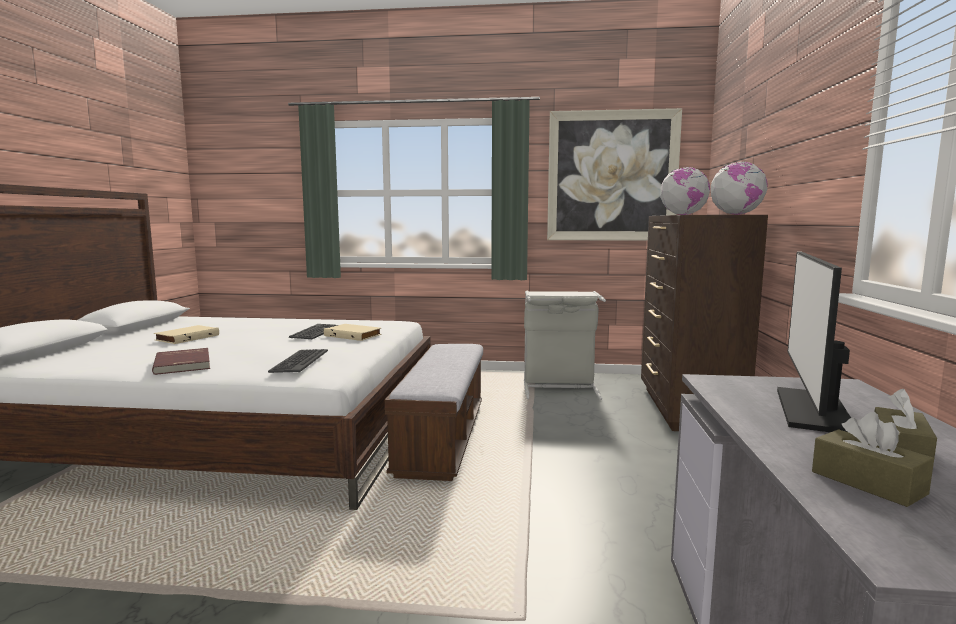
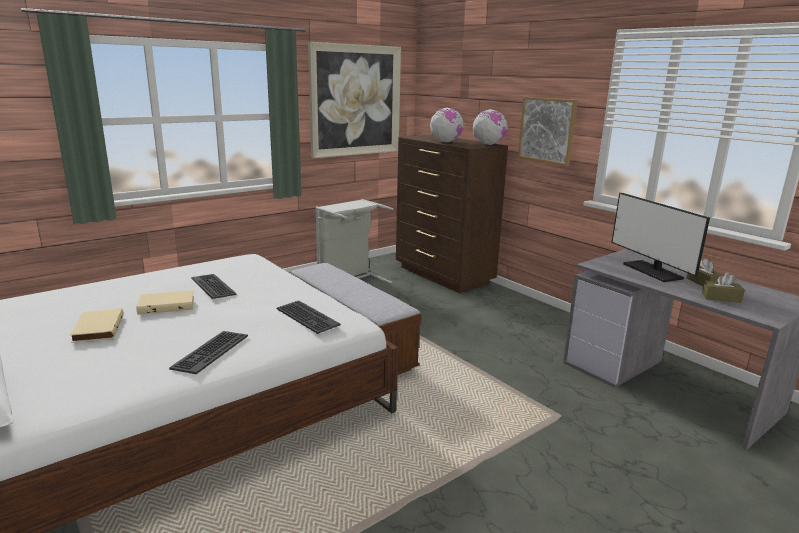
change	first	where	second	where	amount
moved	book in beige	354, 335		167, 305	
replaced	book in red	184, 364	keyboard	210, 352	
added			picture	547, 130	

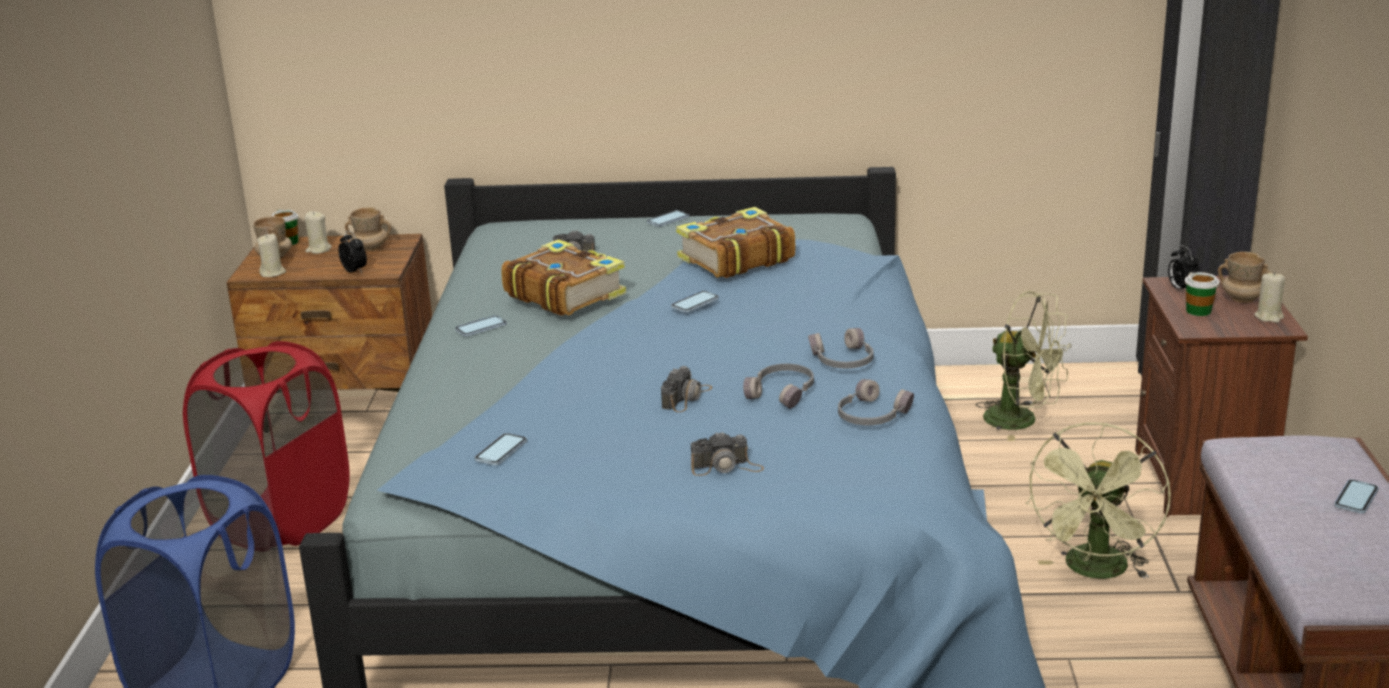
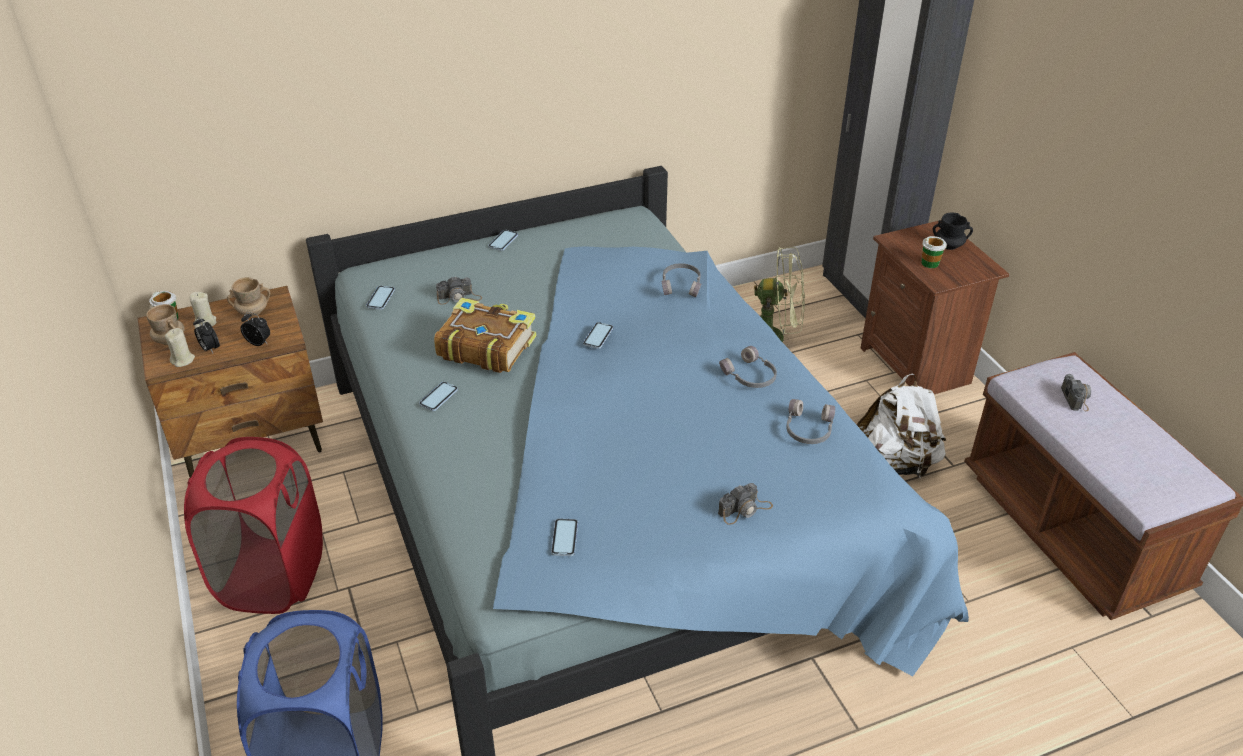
change	first	where	second	where	amount
removed	book	734, 259			
moved	alarm clock	1181, 289		210, 348	
recoloured	mug in beige	1242, 299	mug in black	949, 245	
removed	candle in beige	1269, 317			
moved	headphones in grey	783, 392		681, 285	
moved	photo camera	687, 397		1075, 396	
replaced	fan in green	1095, 571	backpack in white	895, 462	
moved	phone	1356, 498		381, 298	

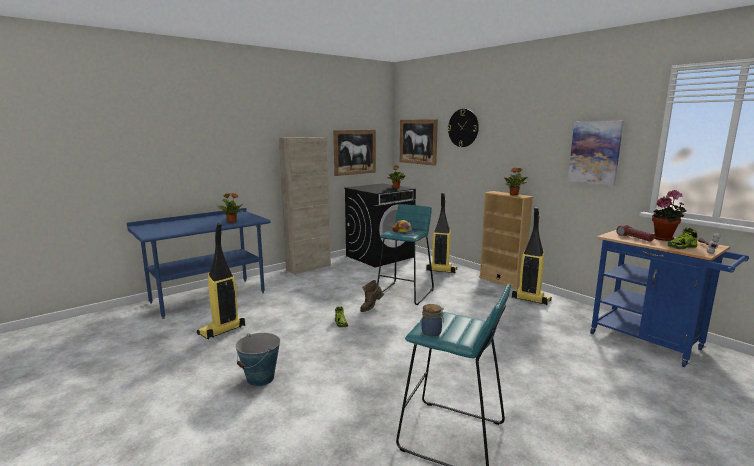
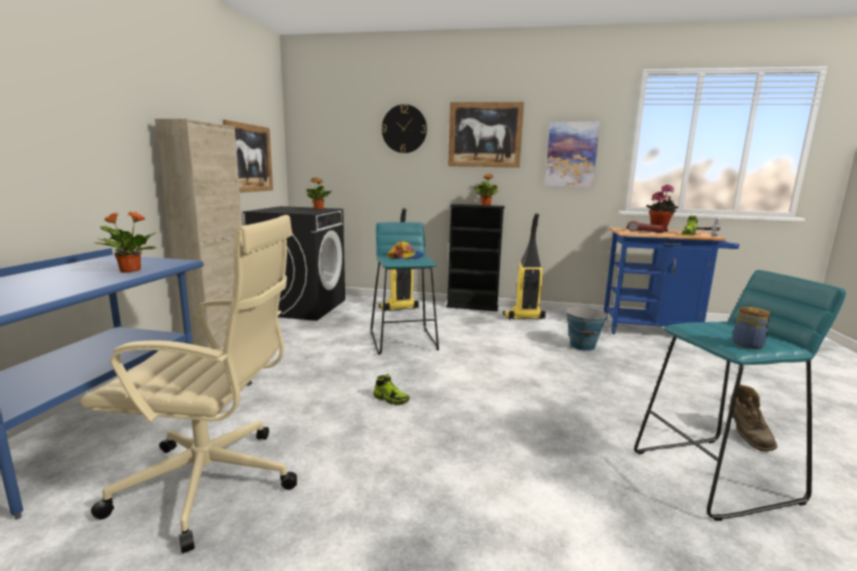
change	first	where	second	where	amount
moved	picture	418, 141		485, 135	
recoloured	bookcase in beige	501, 281	bookcase in black	472, 307	
replaced	vacuum cleaner	222, 331	office chair in beige	213, 484	
moved	boot in brown	371, 308		746, 436	
moved	bucket	260, 378		582, 346	

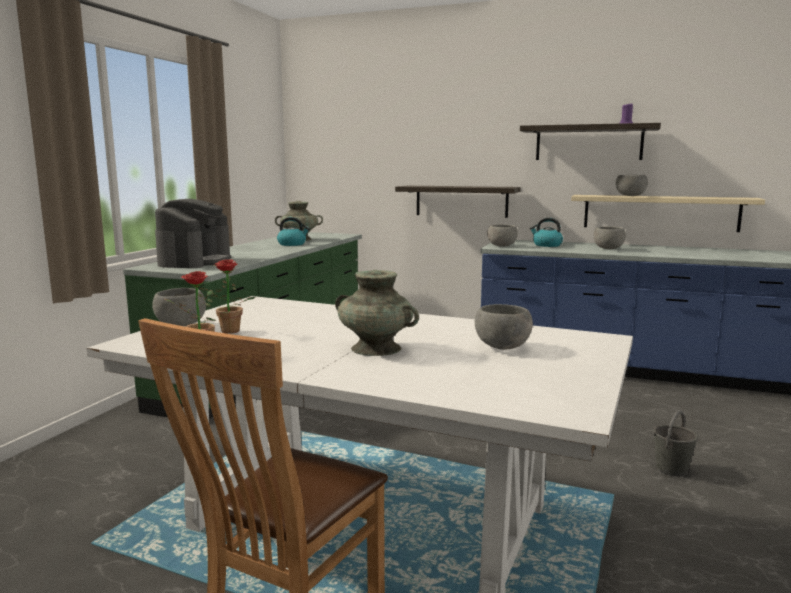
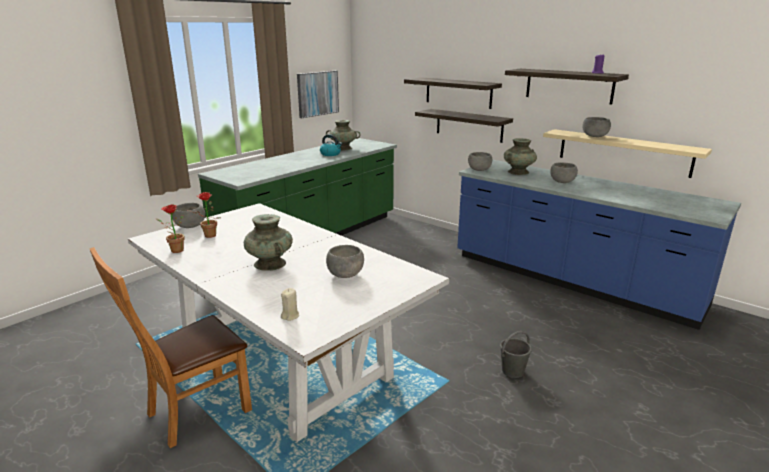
change	first	where	second	where	amount
removed	coffee machine	195, 261			
replaced	kettle	546, 245	vase in turquoise	518, 172	
added			picture	317, 93	
added			shelf	458, 92	
added			candle in beige	290, 316	

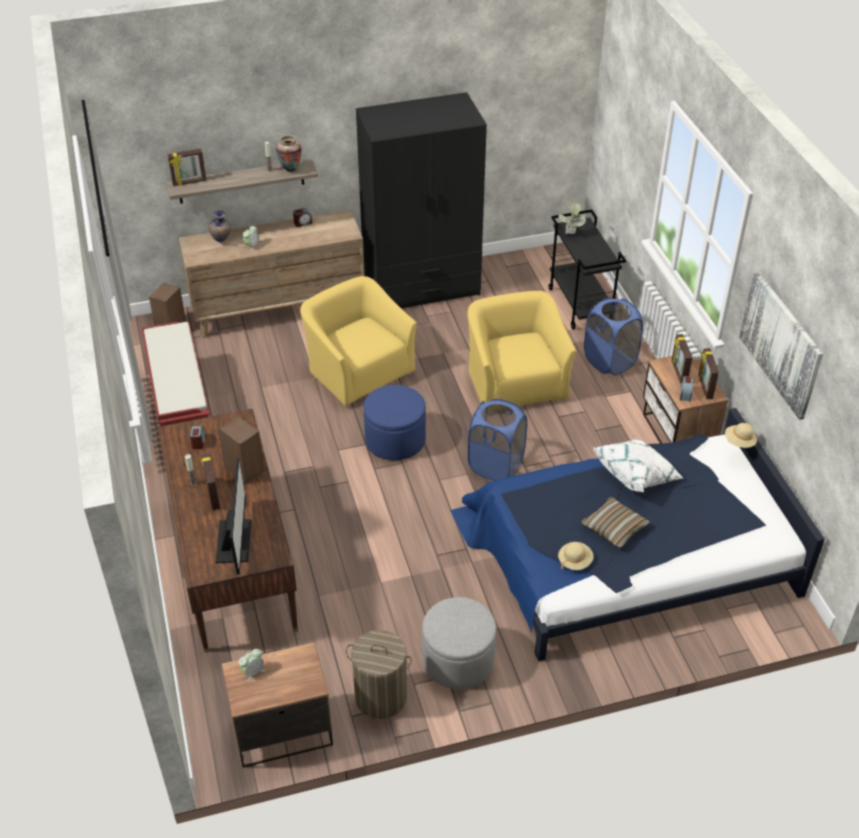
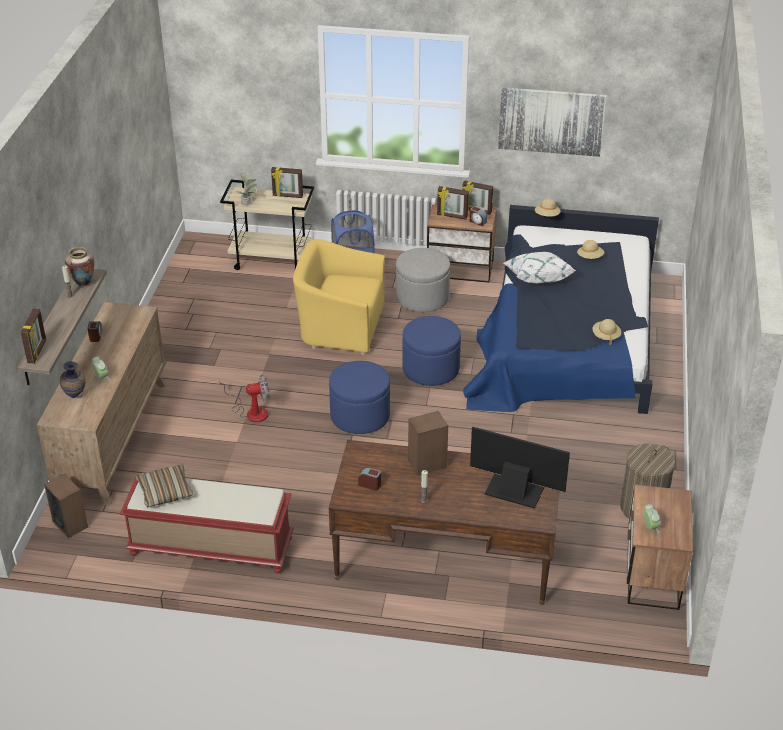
change	first	where	second	where	amount
removed	wardrobe in black	422, 287			
recoloured	cart in black	581, 305	cart in beige	273, 261	
replaced	armchair in yellow	358, 371	fan	251, 411	
replaced	laundry basket in blue	496, 465	ottoman in blue	430, 369	
moved	picture frame	212, 496		287, 196	
moved	pillow	614, 528		165, 491	
moved	ottoman in grey	458, 660		422, 297	
added			hat in beige	590, 257	

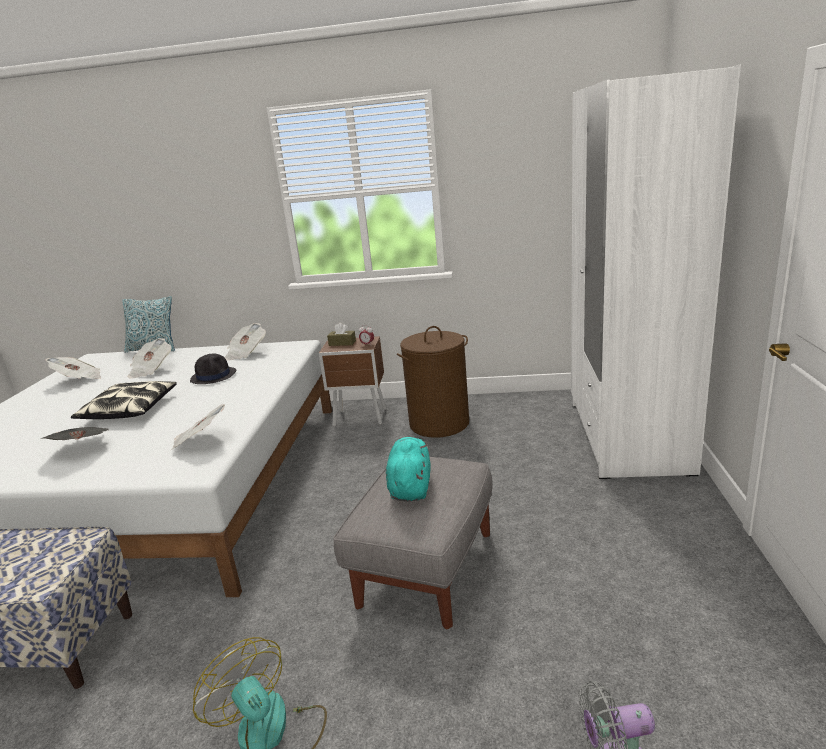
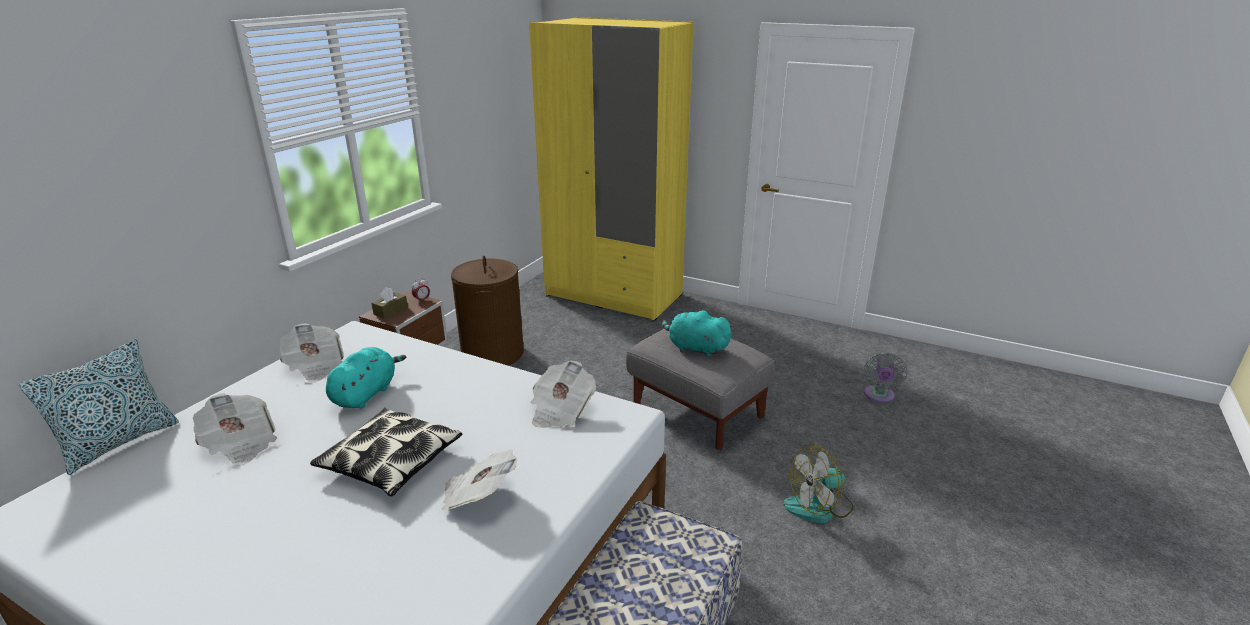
change	first	where	second	where	amount
recoloured	wardrobe in white	627, 436	wardrobe in yellow	614, 295	
replaced	hat in black	214, 376	plush toy in turquoise	366, 394	
removed	newspaper	79, 379			

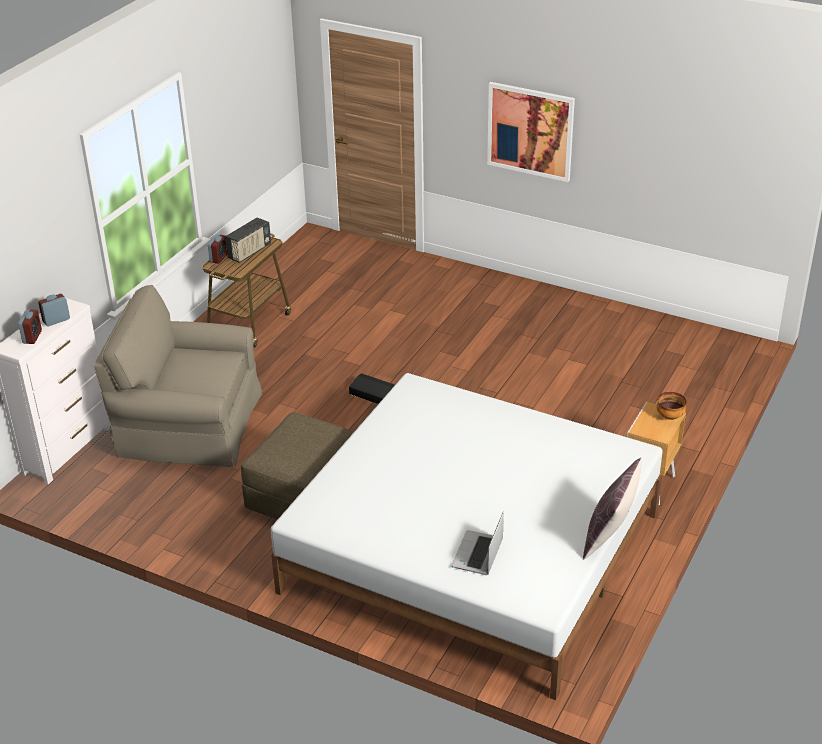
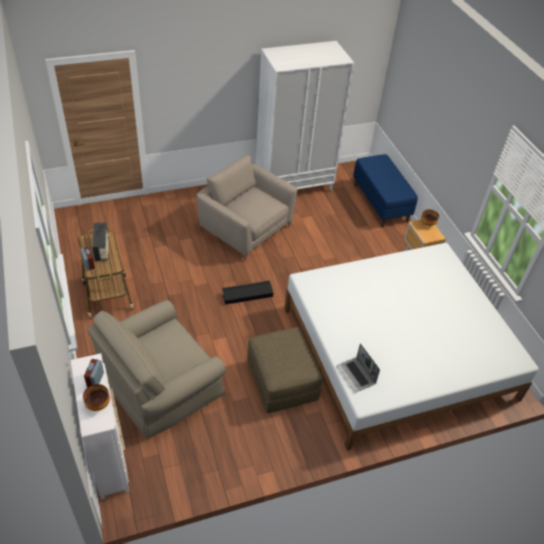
change	first	where	second	where	amount
removed	picture	530, 131			
replaced	alarm clock	32, 337	bowl	97, 404	
removed	pillow in brown	609, 536			
moved	laptop	478, 554		356, 375	
added			wardrobe in white	294, 184	
added			bench in blue	381, 203	
added			armchair in beige	245, 228	

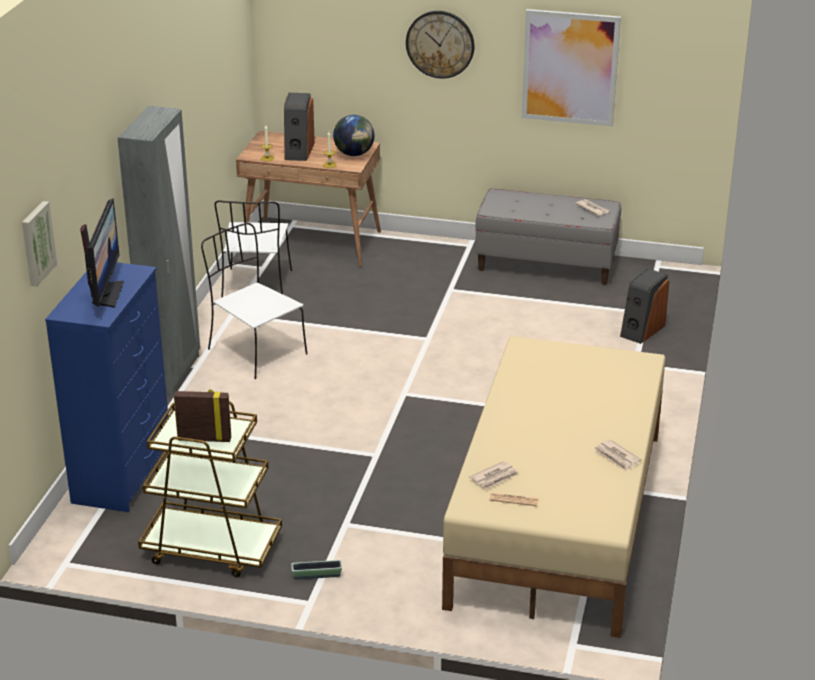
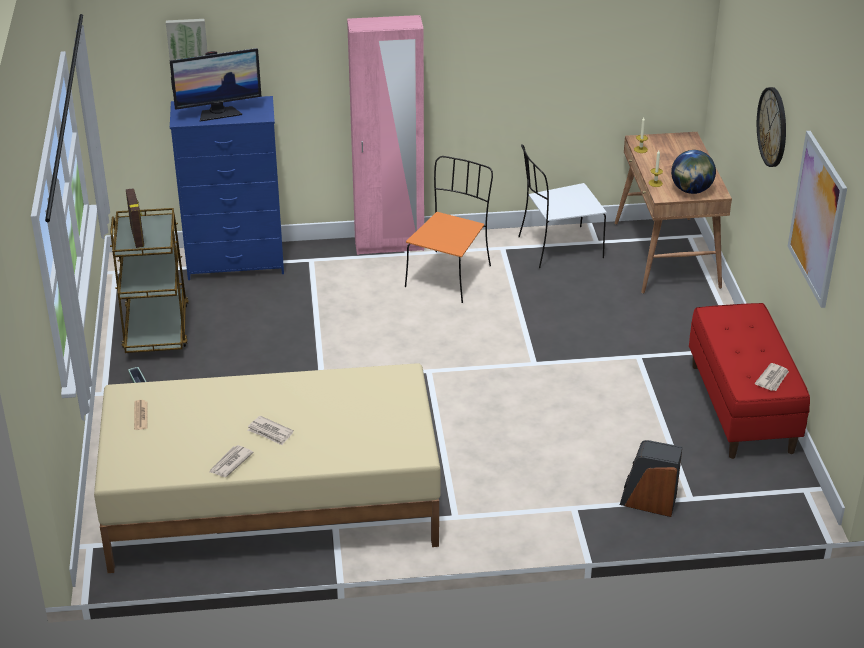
change	first	where	second	where	amount
removed	speaker	298, 151			
recoloured	wardrobe in grey	172, 373	wardrobe in pink	389, 245	
recoloured	bench in grey	546, 264	bench in red	742, 408	
recoloured	chair in white	255, 351	chair in orange	449, 275	
moved	newspaper	495, 477		270, 432	

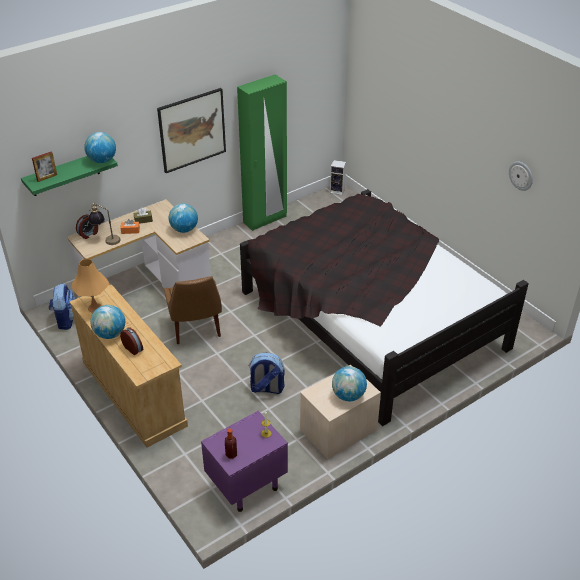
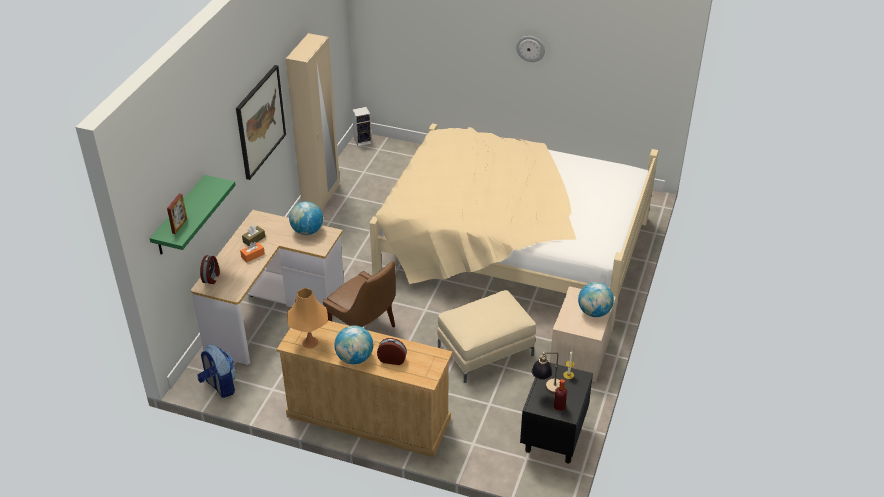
change	first	where	second	where	amount
recoloured	wardrobe in green	265, 220	wardrobe in beige	321, 198	
removed	globe	102, 160			
moved	wall clock	521, 175		530, 48	
recoloured	bed in black	370, 319	bed in beige	512, 247	
moved	table lamp	106, 240		547, 390	
replaced	backpack	266, 388	ottoman in beige	485, 351	
recoloured	nightstand in purple	246, 486	nightstand in black	553, 440	

